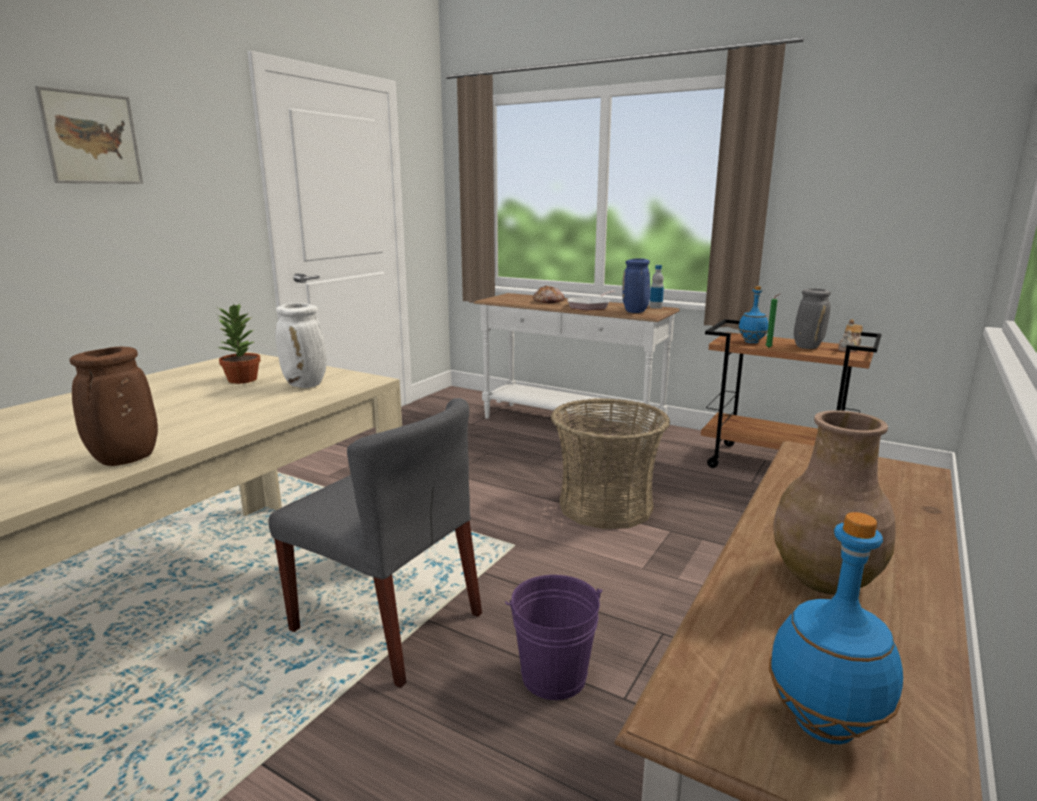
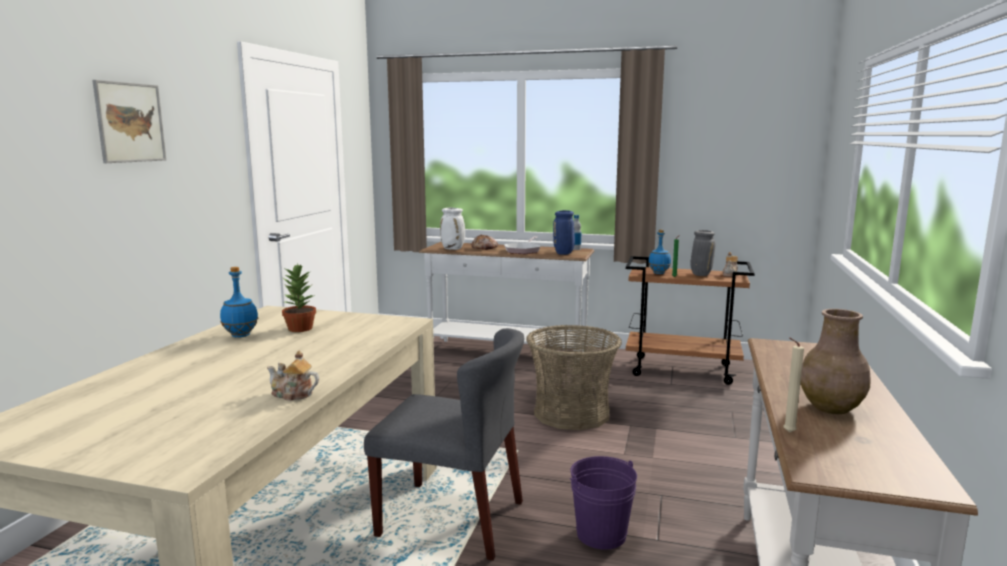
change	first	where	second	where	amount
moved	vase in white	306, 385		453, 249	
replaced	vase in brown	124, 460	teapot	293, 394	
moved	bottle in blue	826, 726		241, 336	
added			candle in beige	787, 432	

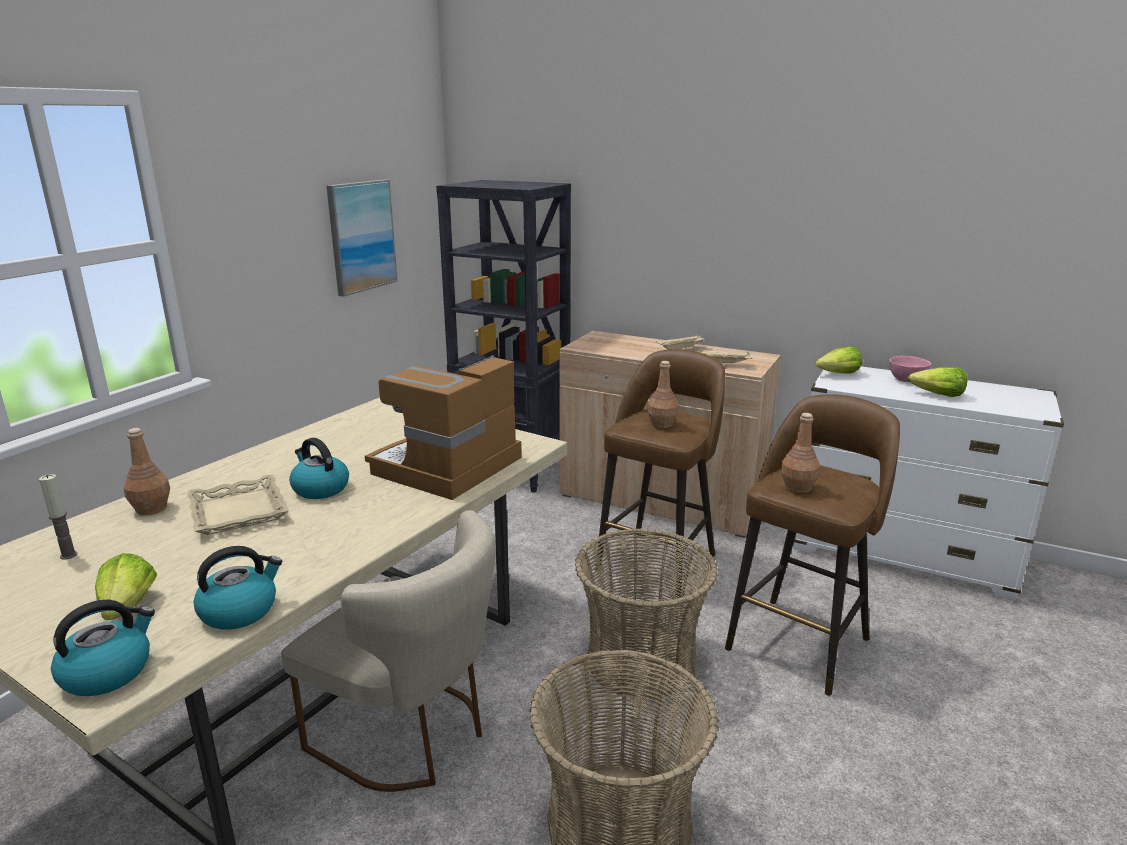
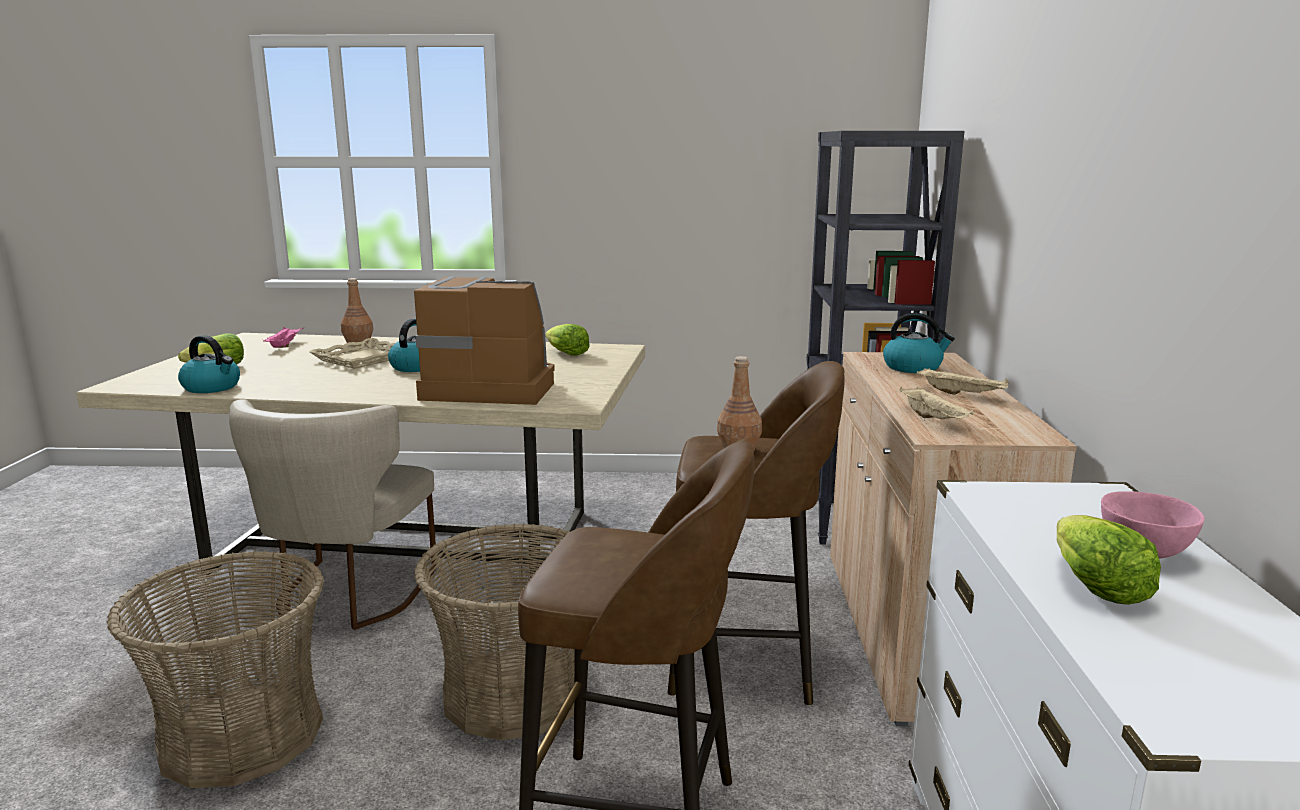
change	first	where	second	where	amount
removed	picture	361, 236			
moved	lettuce	839, 374		566, 353	
removed	bottle in brown	797, 487			
replaced	candle	68, 555	tray in pink	284, 345	
moved	kettle	108, 672		913, 367	

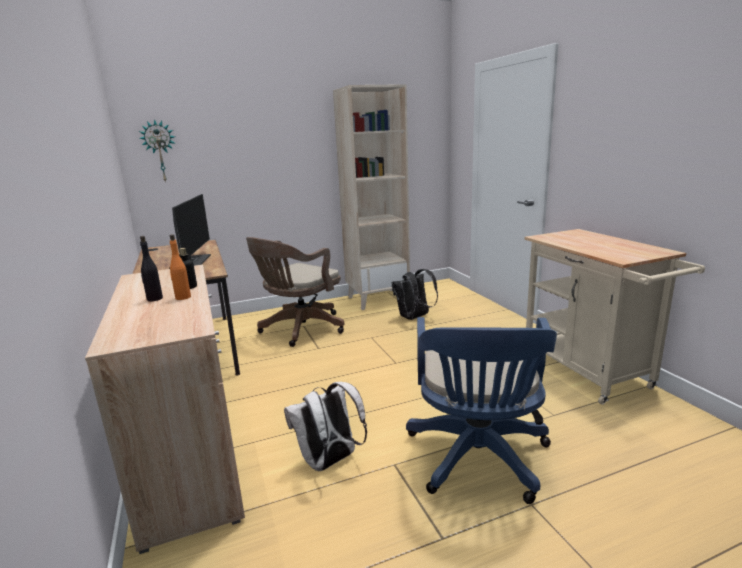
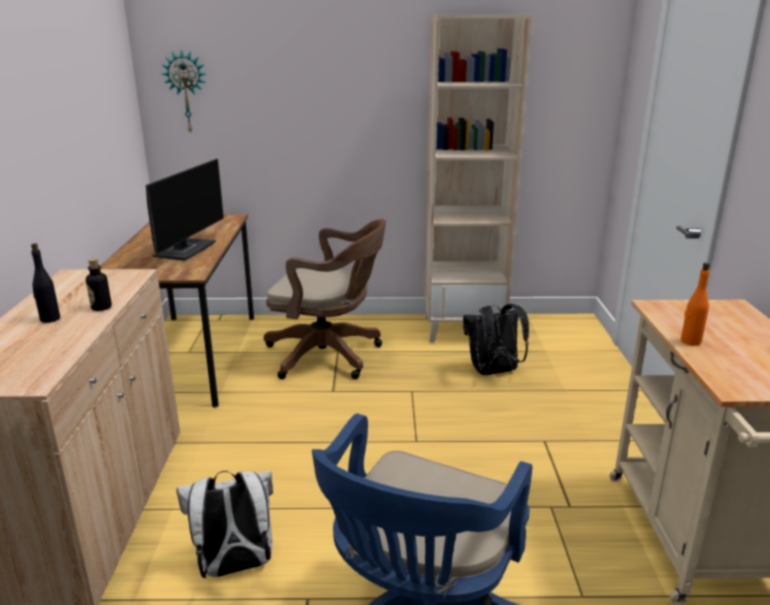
change	first	where	second	where	amount
moved	bottle in orange	183, 297		690, 341	
turned	office chair in brown	299, 329		329, 356	135 degrees counterclockwise

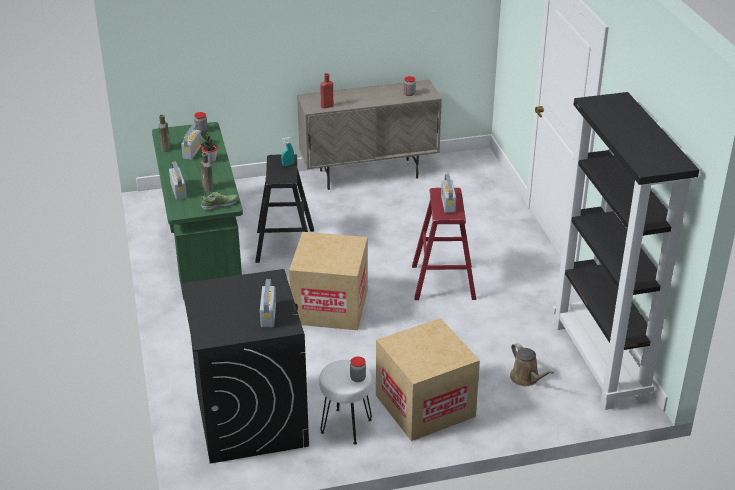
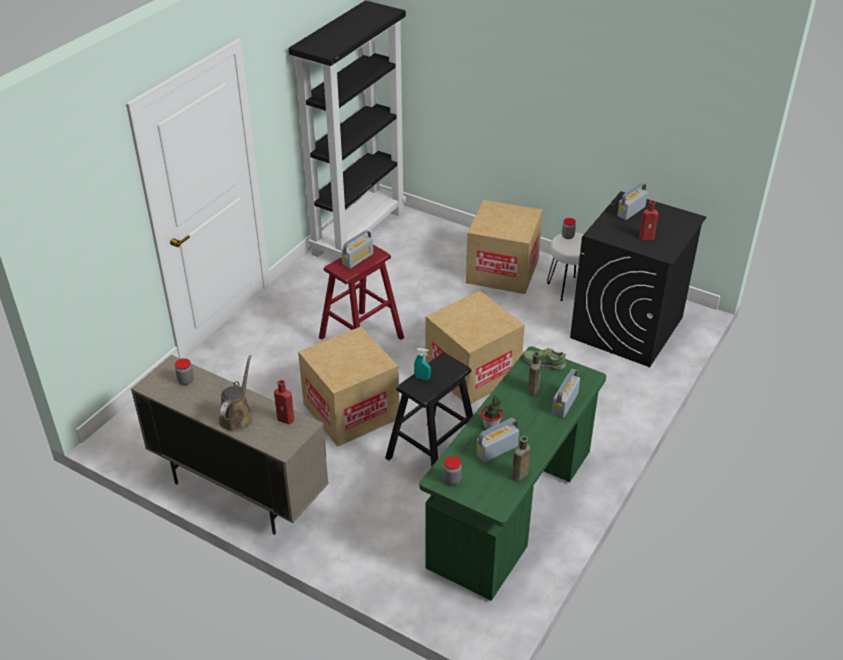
change	first	where	second	where	amount
moved	watering can in brown	526, 378		237, 416	
added			bottle in red	647, 237	
added			cardboard box	351, 411	

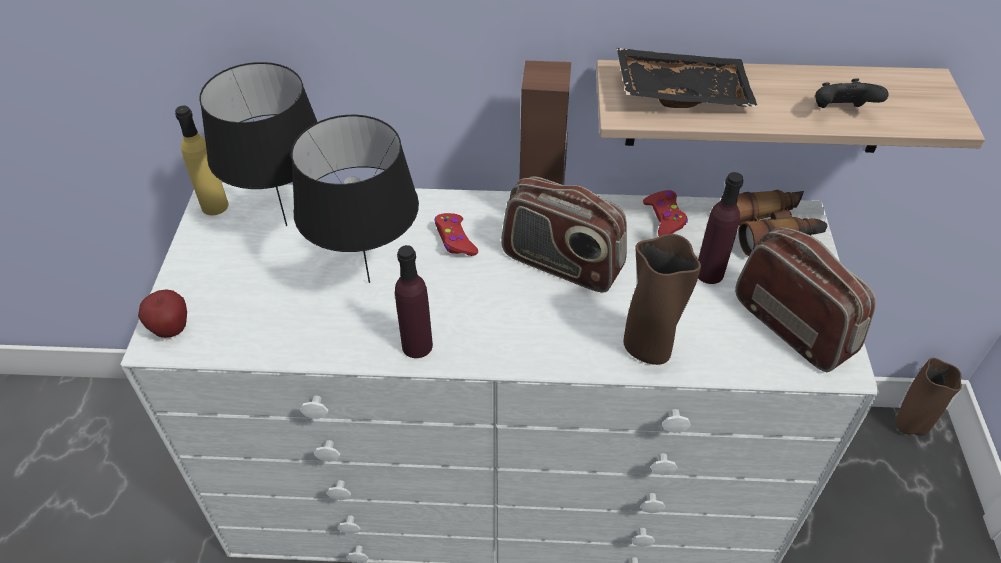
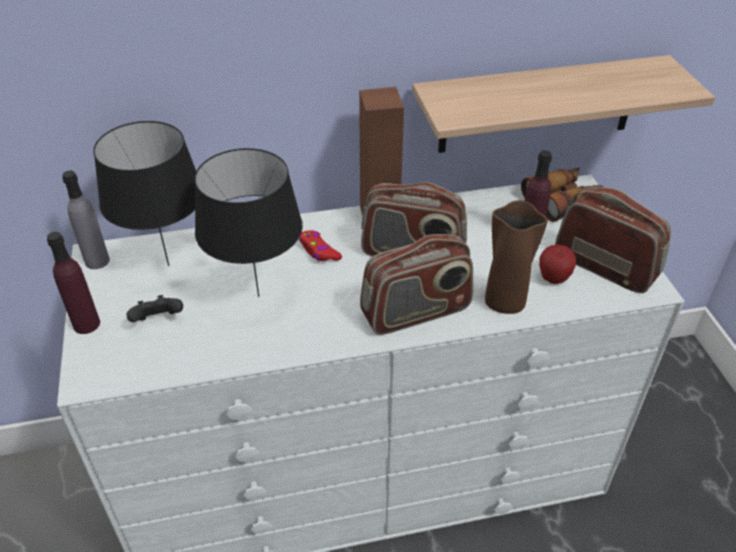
change	first	where	second	where	amount
removed	tray in black	682, 92			
moved	game controller in black	840, 112		158, 321	
recoloured	bottle in yellow	215, 206	bottle in grey	97, 261	
removed	game controller in red	664, 218			
moved	bottle in purple	417, 345		86, 324	
moved	apple	171, 330		553, 279	
removed	vase in brown	909, 425			
added			radio	416, 312	

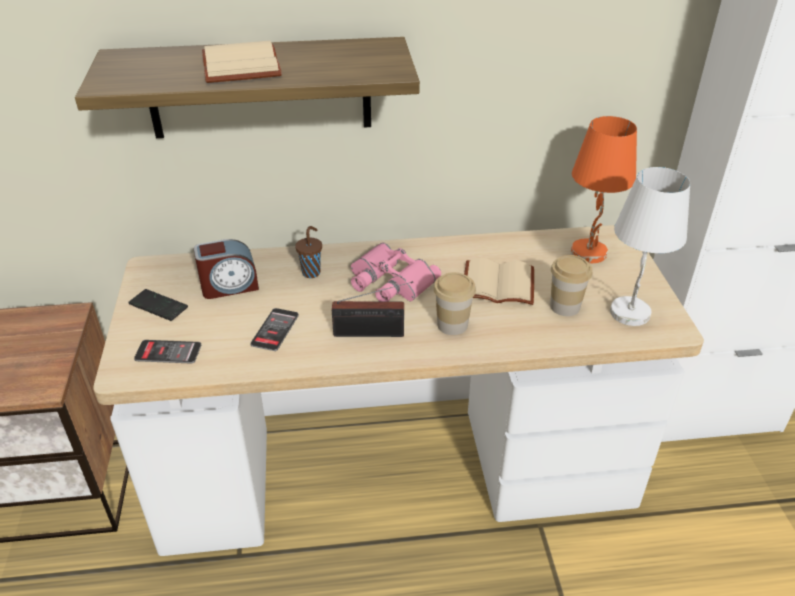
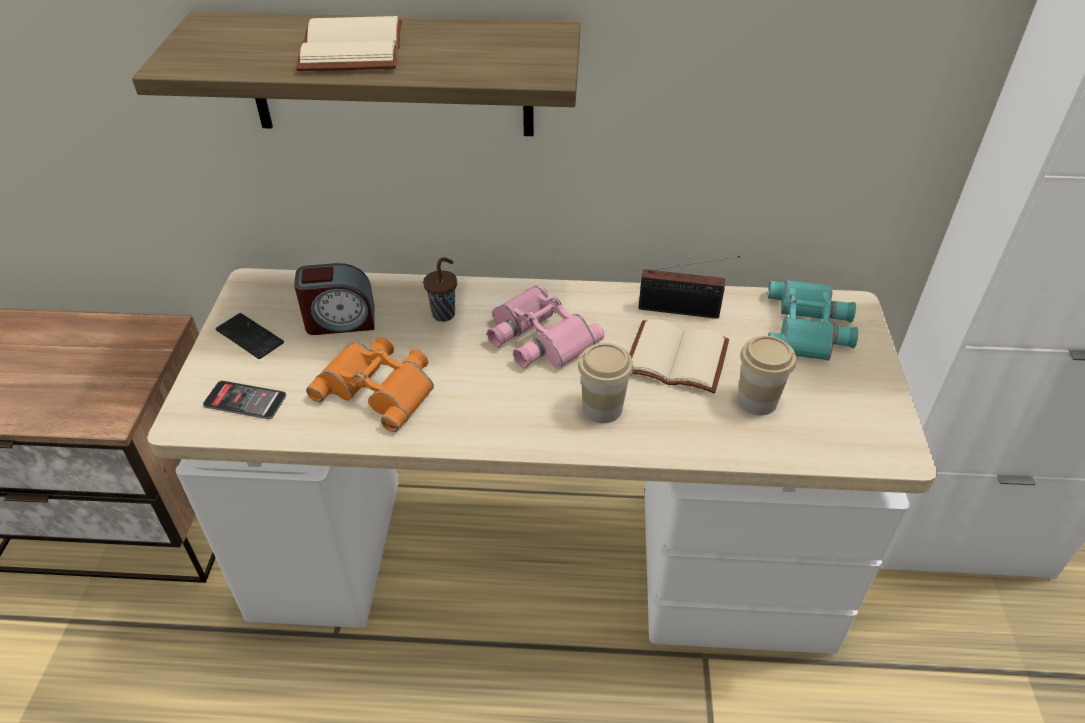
change	first	where	second	where	amount
replaced	table lamp in orange	589, 253	binoculars in turquoise	809, 328	
removed	table lamp in white	630, 314			
moved	radio	373, 333		683, 311	
replaced	phone	275, 330	binoculars in orange	379, 387	

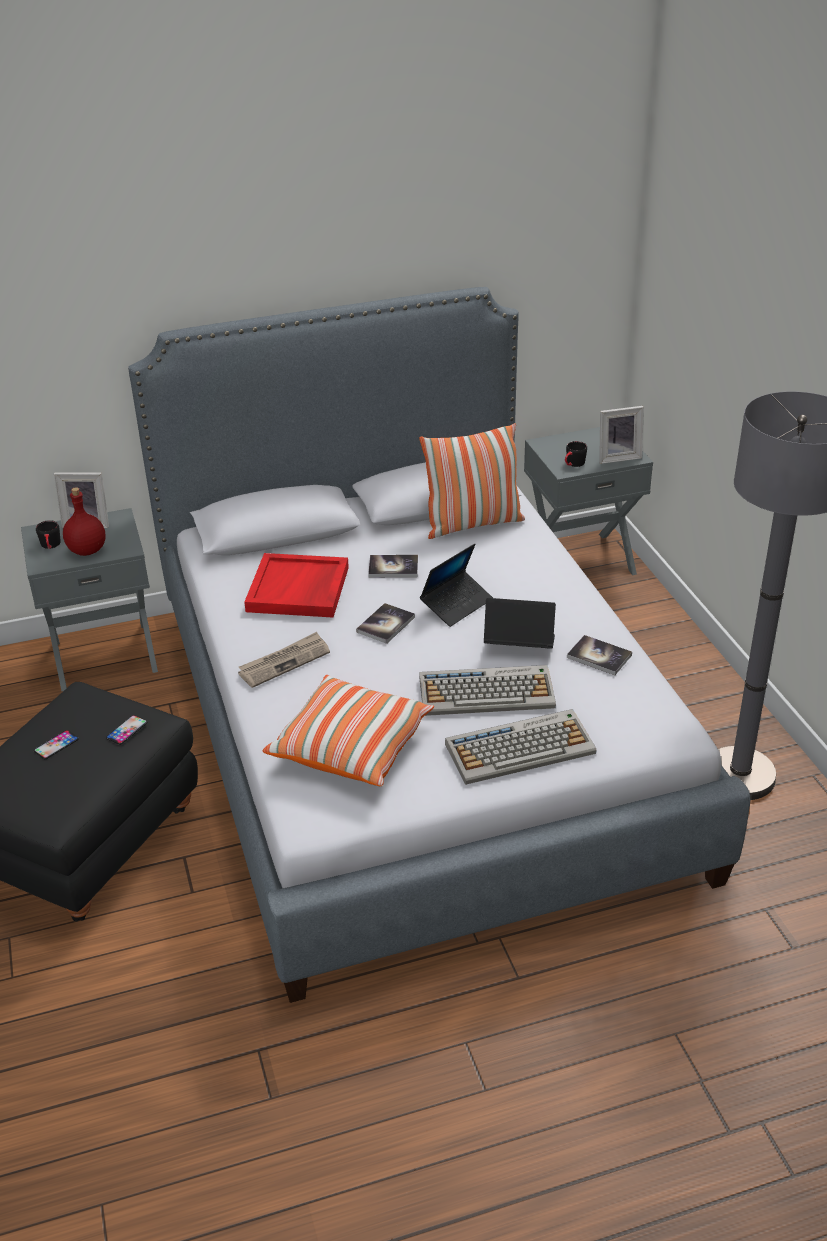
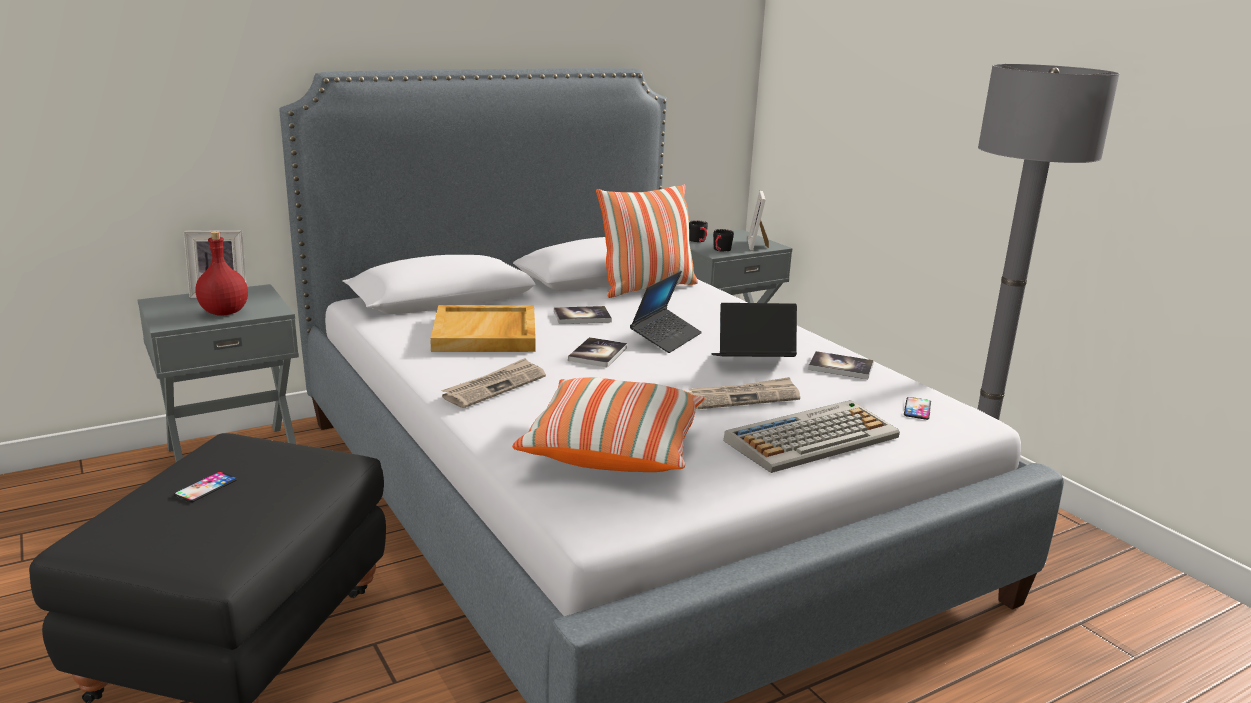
change	first	where	second	where	amount
turned	picture frame	617, 457		758, 245	120 degrees clockwise
moved	mug in black	51, 546		699, 241	
recoloured	tray in red	299, 590	tray in beige	486, 334	
replaced	keyboard	487, 692	newspaper	743, 397	
moved	phone	127, 730		917, 409	

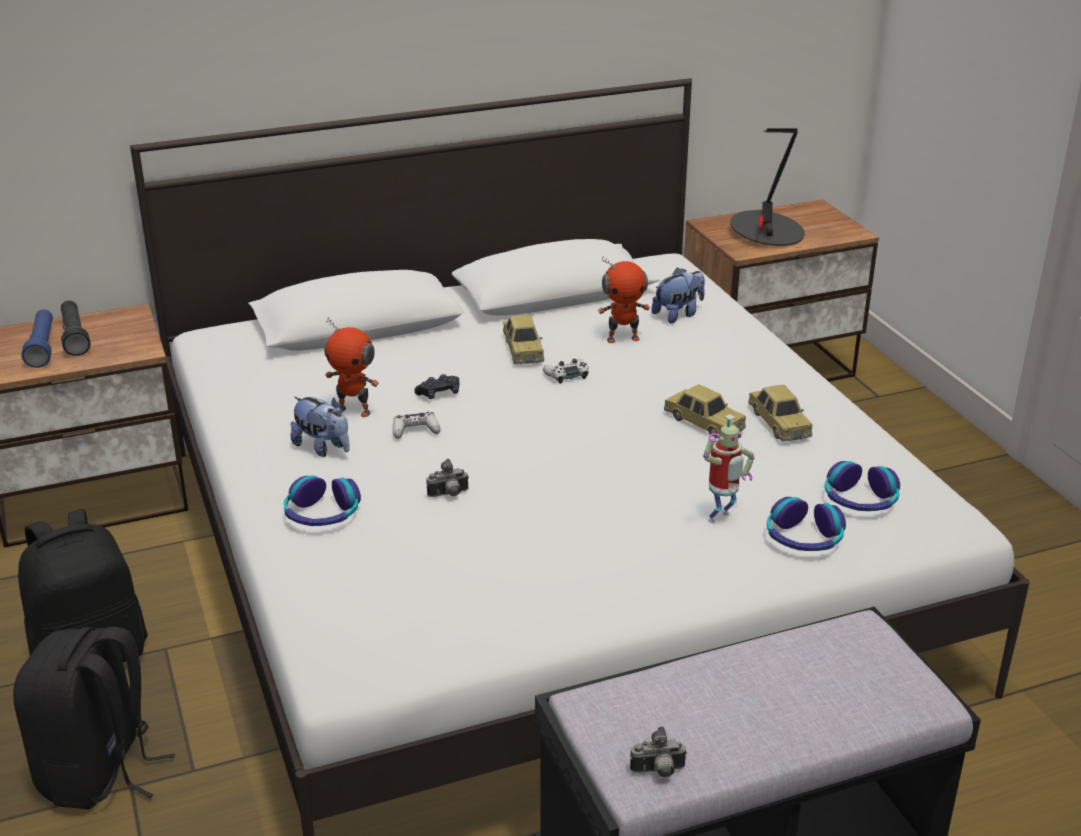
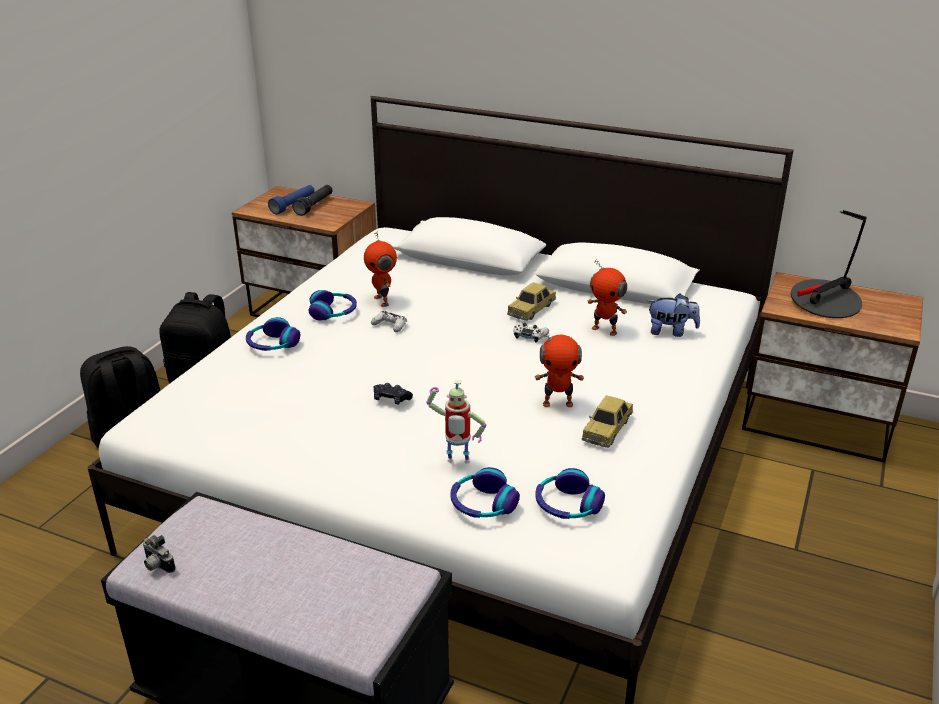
change	first	where	second	where	amount
moved	game controller in black	439, 394		391, 399	
replaced	toy car	703, 422	toy robot	558, 403	
replaced	plush toy	323, 448	headphones	333, 312	
removed	photo camera	449, 495			

